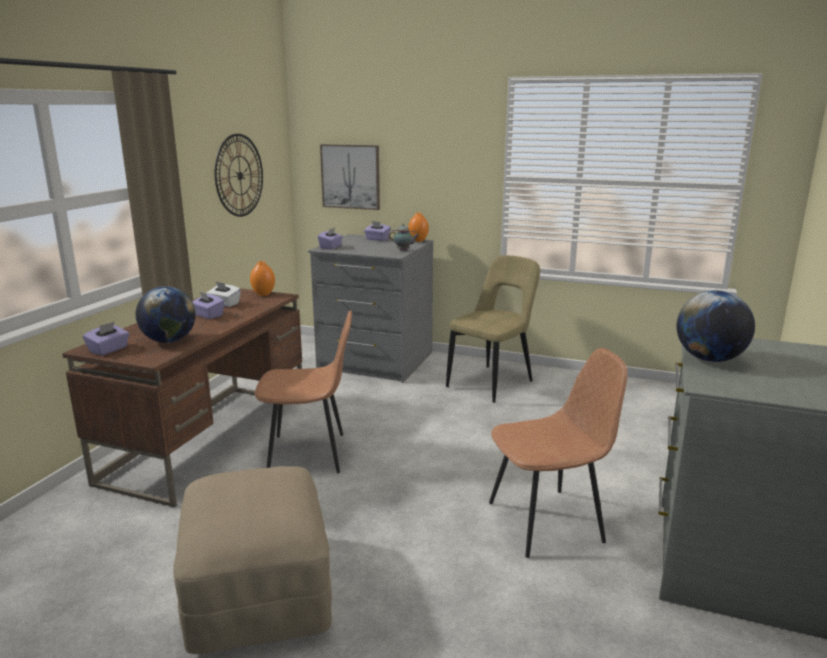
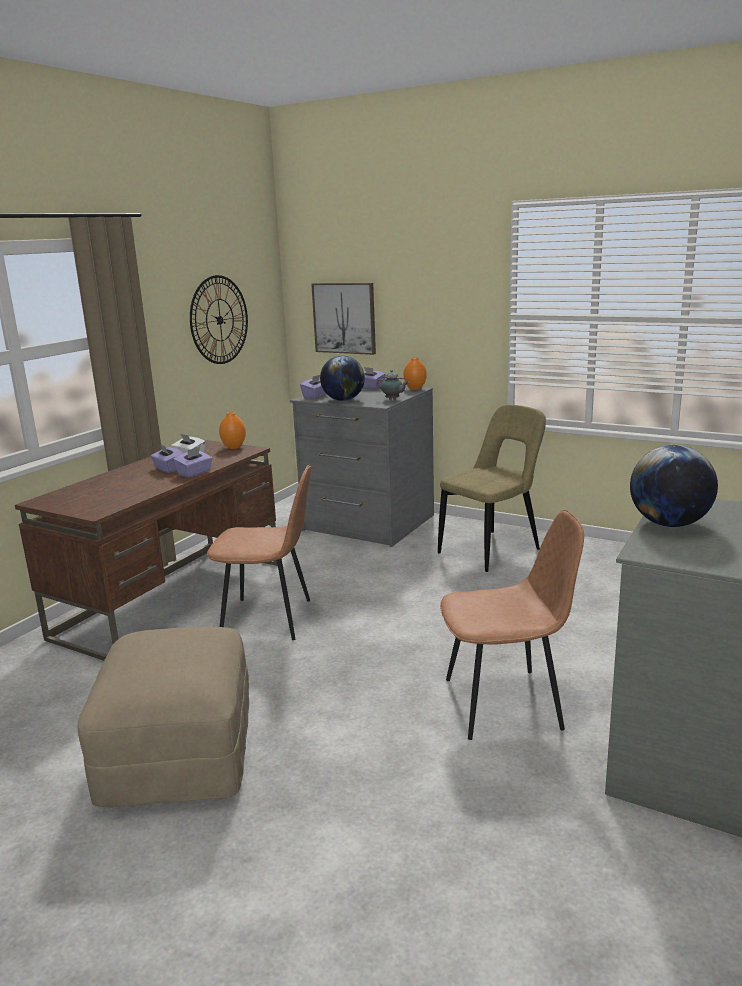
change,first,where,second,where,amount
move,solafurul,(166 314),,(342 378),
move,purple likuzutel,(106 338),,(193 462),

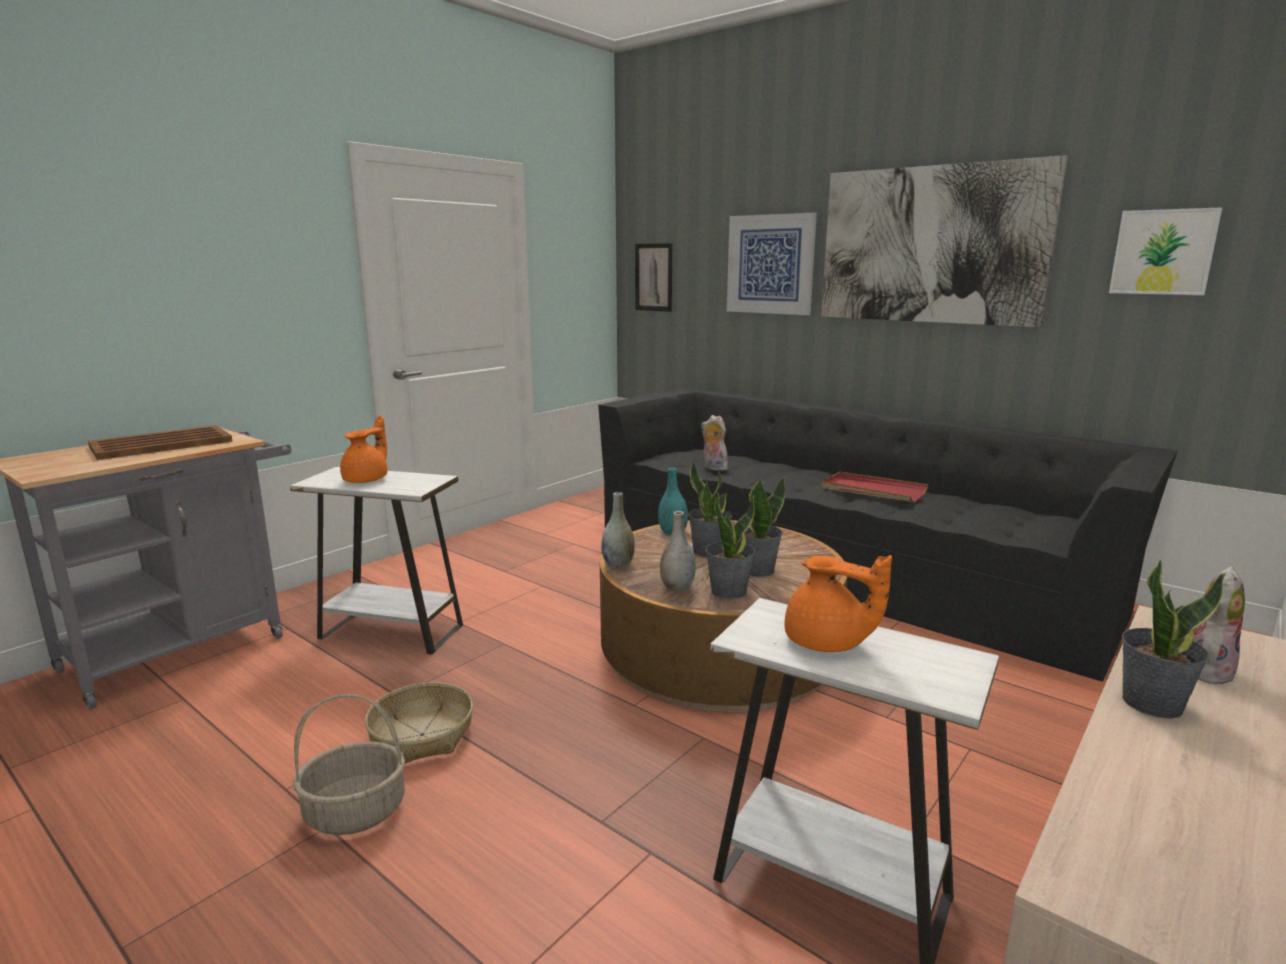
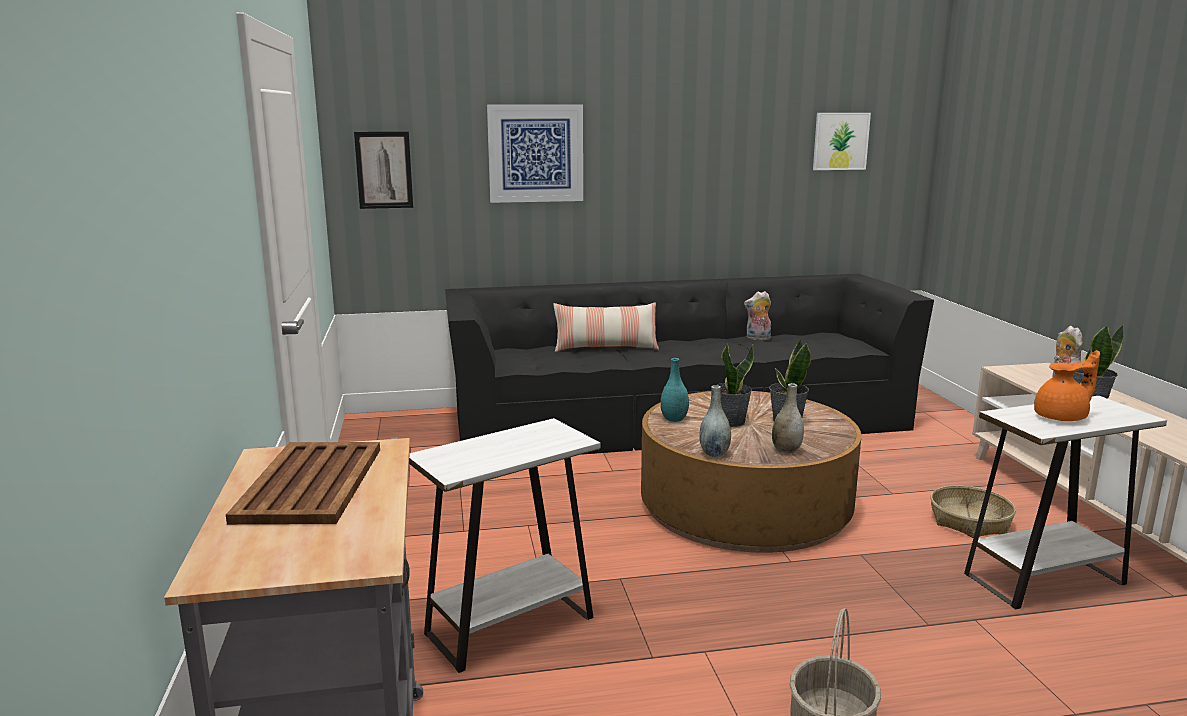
change,first,where,second,where,amount
delete,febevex,(944 241),,,
delete,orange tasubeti,(364 449),,,
move,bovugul,(714 443),,(757 315),
delete,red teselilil,(875 487),,,
delete,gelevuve,(730 546),,,
move,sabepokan,(419 723),,(973 511),
insert,,,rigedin,(606 327),

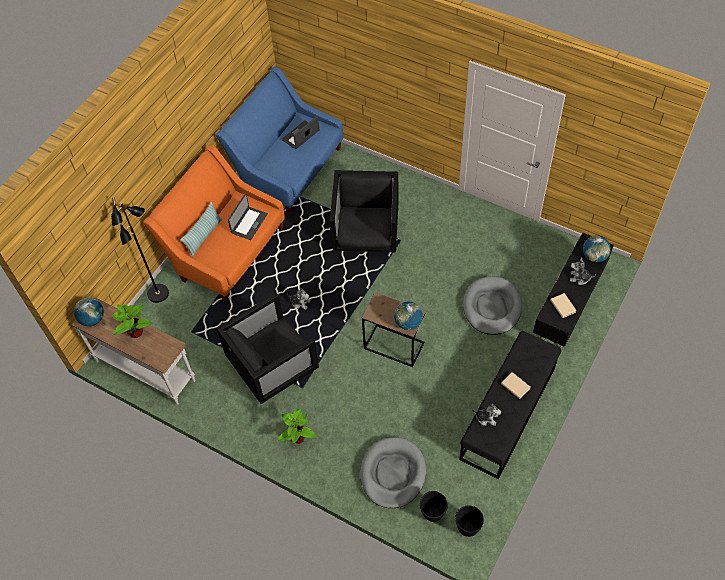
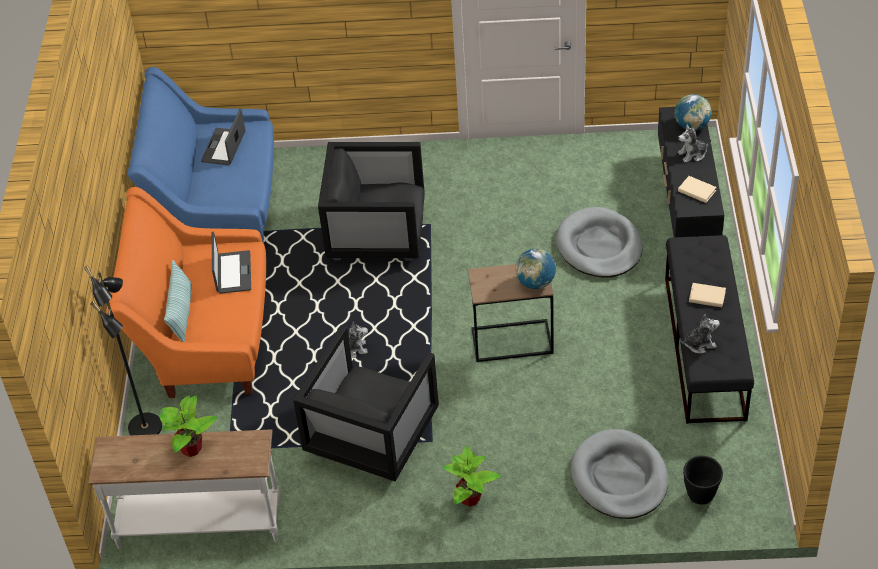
change,first,where,second,where,amount
rotate,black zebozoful,(364 211),,(371 201),60 degrees counterclockwise
delete,solafurul,(89 312),,,
delete,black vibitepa,(469 521),,,

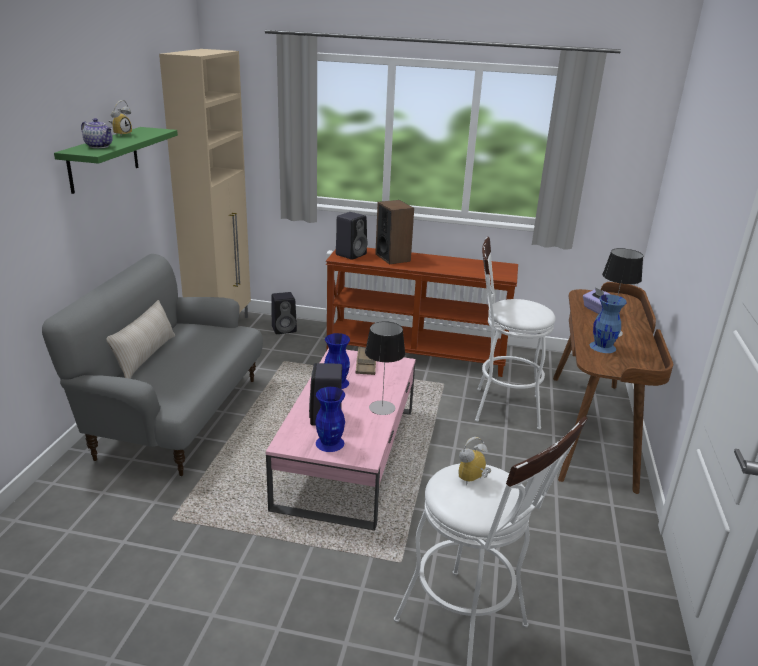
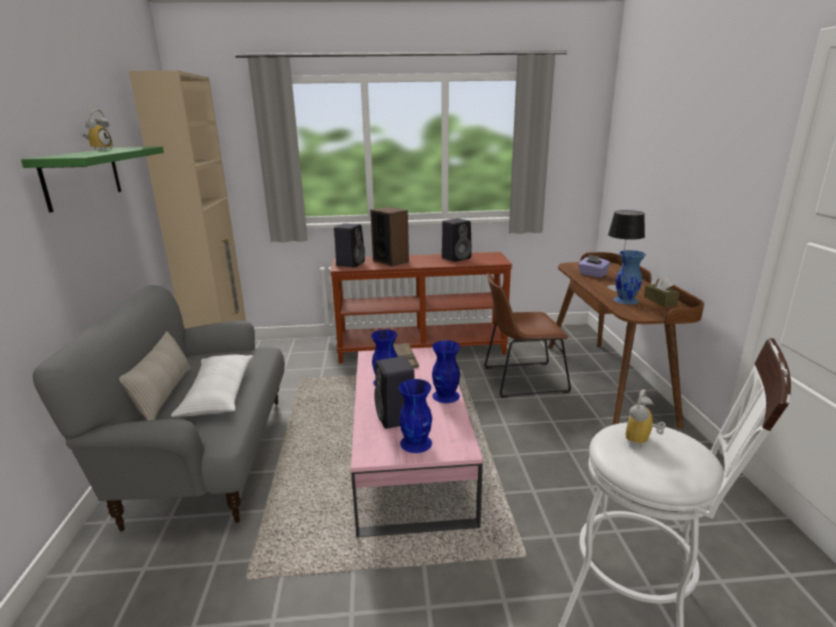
change,first,where,second,where,amount
delete,tasubeti,(97 133),,,
replace,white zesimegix,(515 333),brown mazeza,(527 335),
move,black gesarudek,(284 313),,(457 240),
replace,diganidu,(385 368),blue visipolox,(446 371),
insert,,,brown likuzutel,(662 292),
insert,,,white rigedin,(212 386),

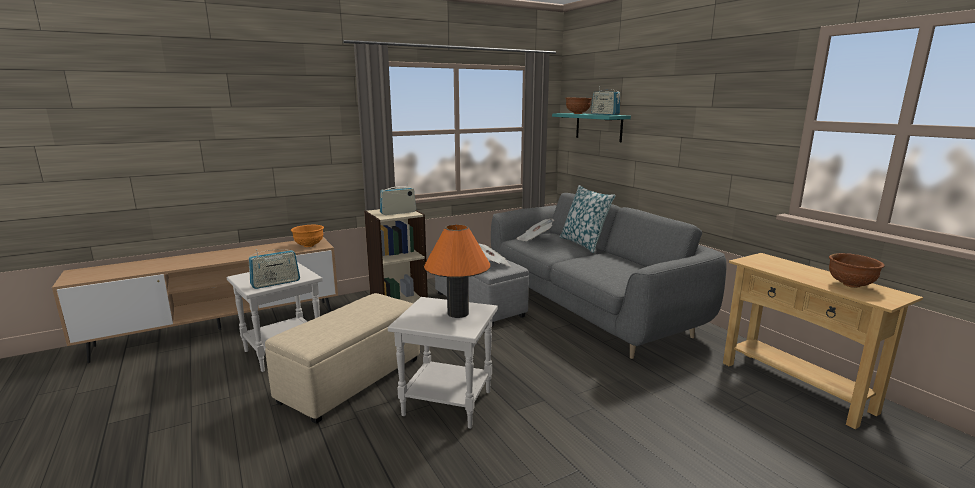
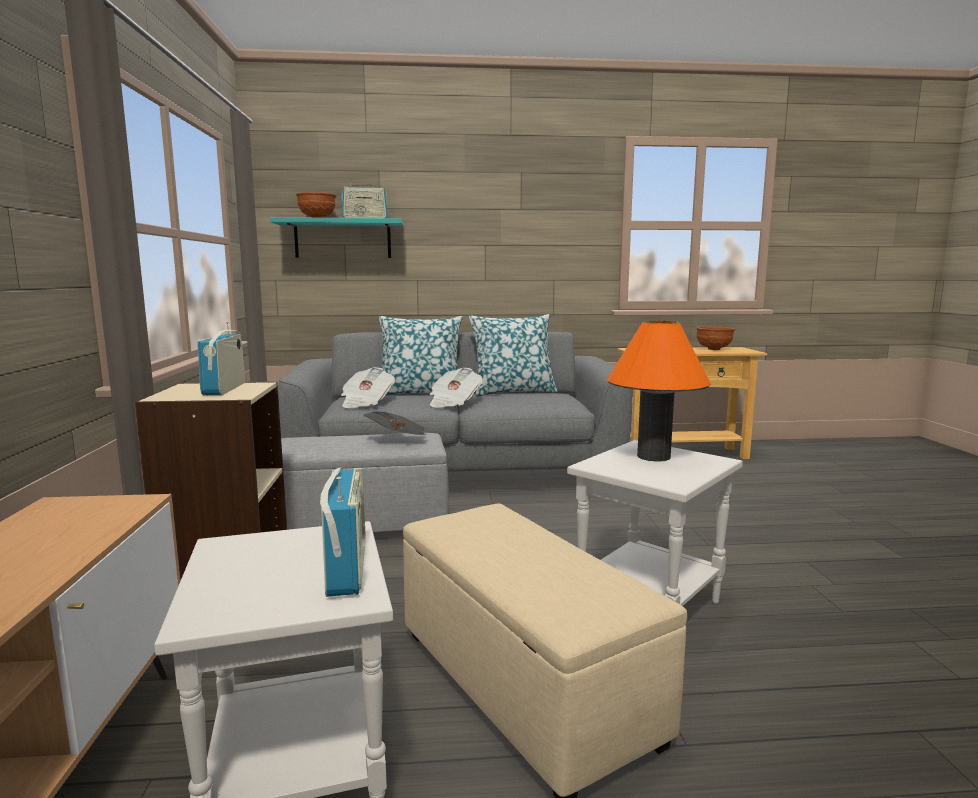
change,first,where,second,where,amount
delete,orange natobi,(307 236),,,
insert,,,rigedin,(513 355),
insert,,,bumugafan,(456 388),

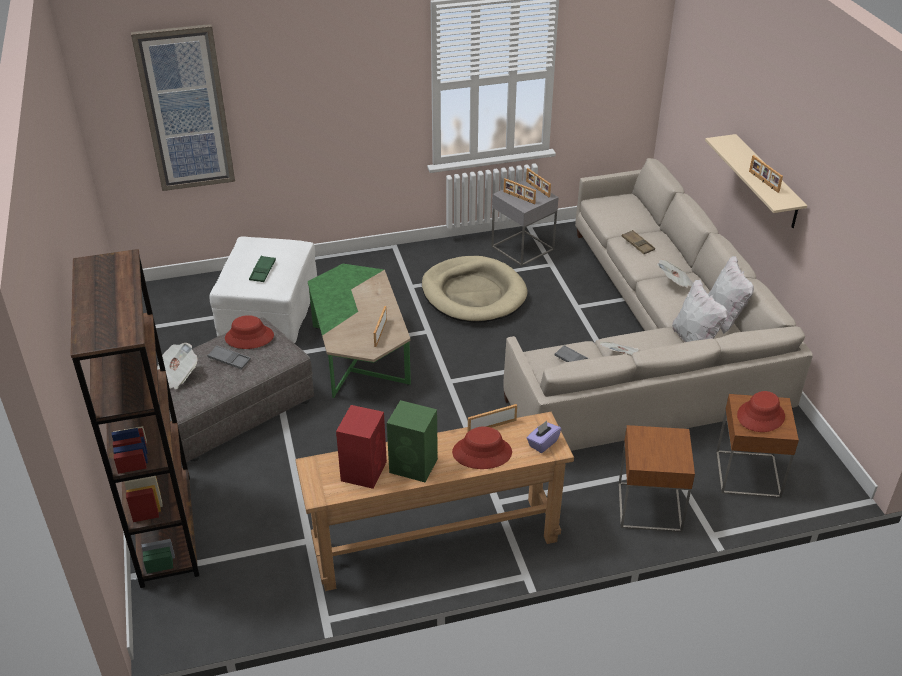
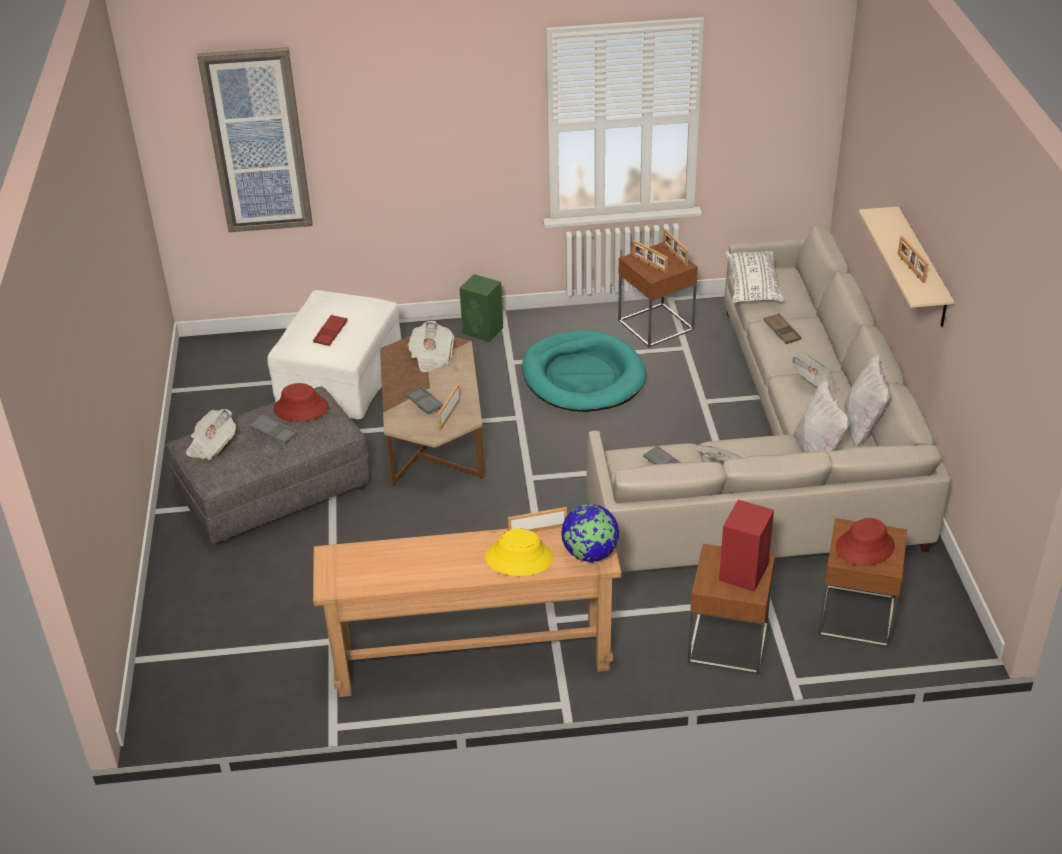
change,first,where,second,where,amount
recolor,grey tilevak,(525 222),brown tilevak,(658 294),
delete,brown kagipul,(134 418),,,
recolor,green teselilil,(262 269),red teselilil,(330 330),
recolor,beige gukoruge,(474 289),turquoise gukoruge,(584 371),
recolor,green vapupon,(359 331),brown vapupon,(432 411),
move,green gesarudek,(412 441),,(481 308),
move,red gesarudek,(361 447),,(746 546),
replace,purple likuzutel,(544 437),solafurul,(590 533),
recolor,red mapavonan,(482 448),yellow mapavonan,(519 552),
insert,,,white rigedin,(755 277),
insert,,,bumugafan,(431 346),
insert,,,grey teselilil,(424 400),

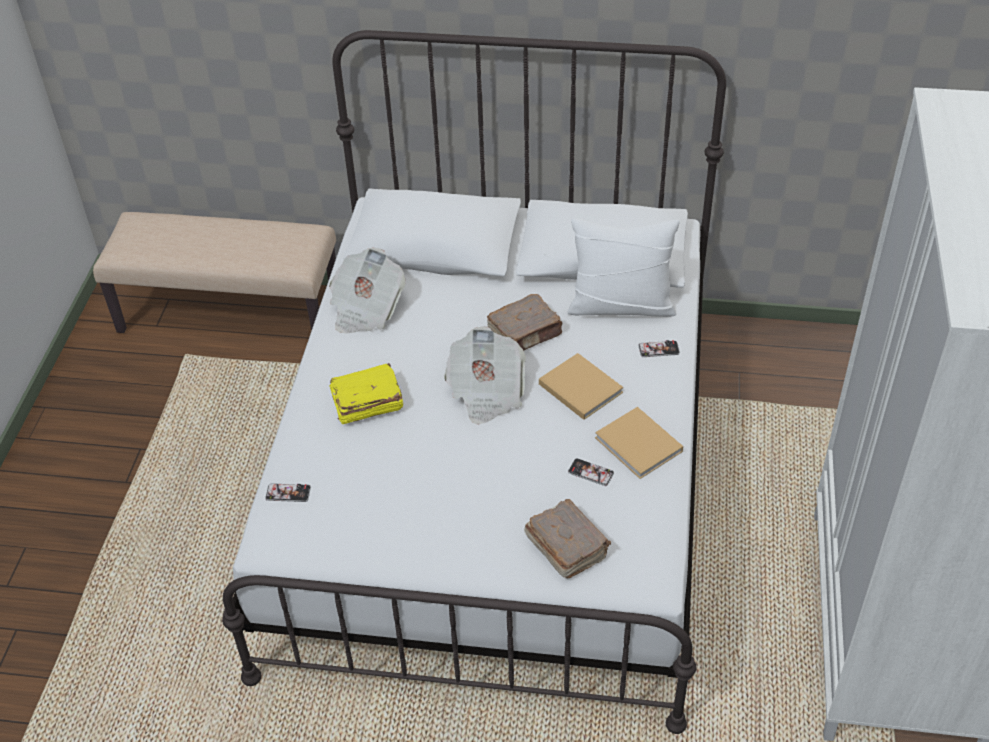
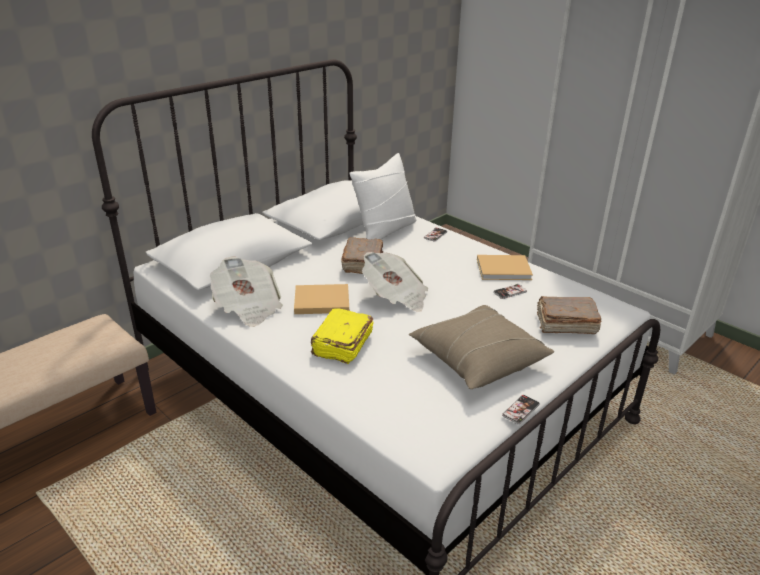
change,first,where,second,where,amount
move,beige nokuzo,(581 386),,(321 299),
move,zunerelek,(288 492),,(521 409),
insert,,,beige rigedin,(481 347),

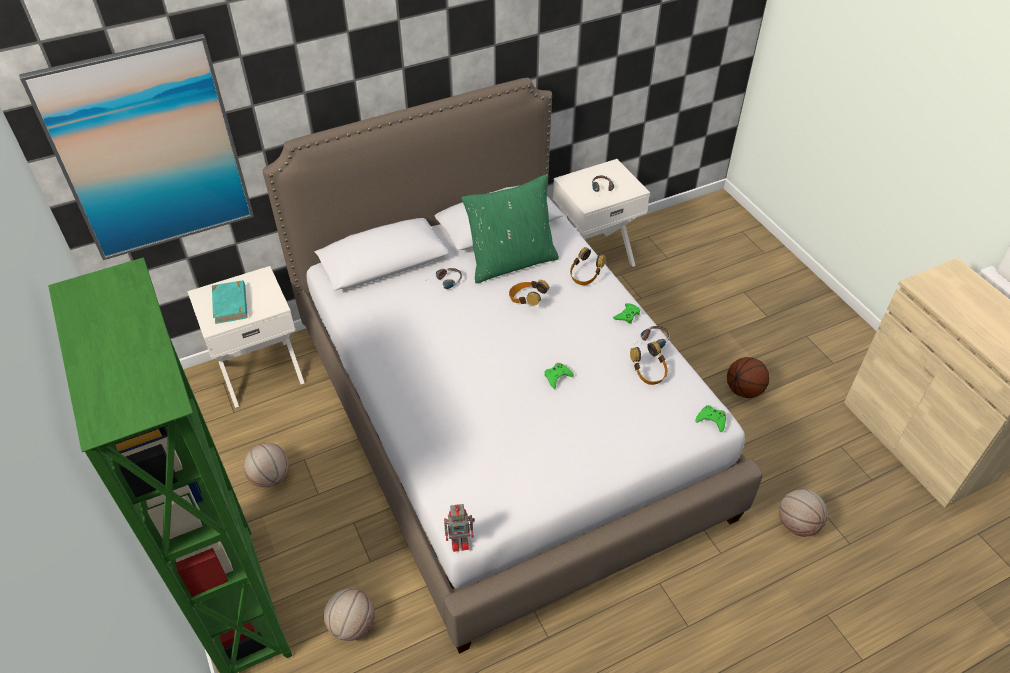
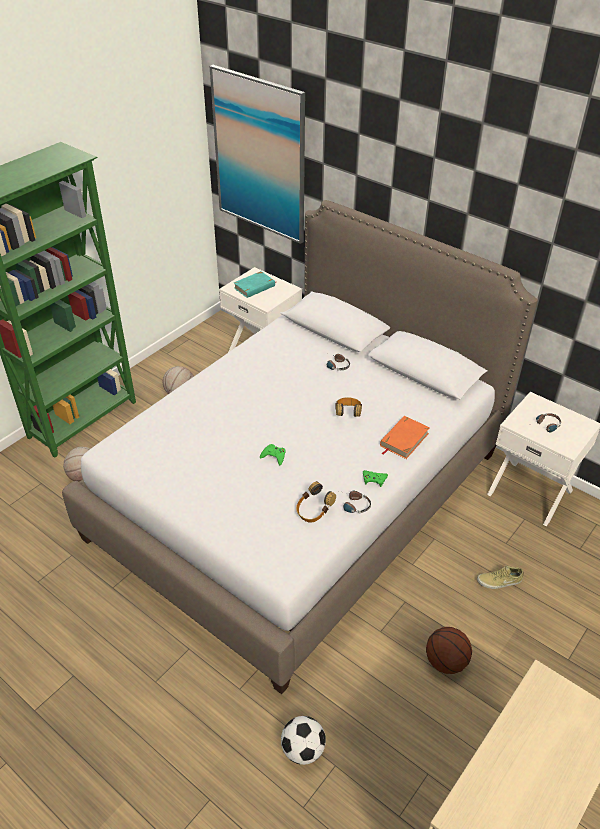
change,first,where,second,where,amount
delete,green rigedin,(510 229),,,
replace,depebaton,(588 266),orange nokuzo,(405 437),
delete,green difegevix,(711 418),,,
replace,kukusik,(803 513),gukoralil,(303 740),
delete,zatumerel,(459 528),,,
insert,,,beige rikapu,(500 577),

